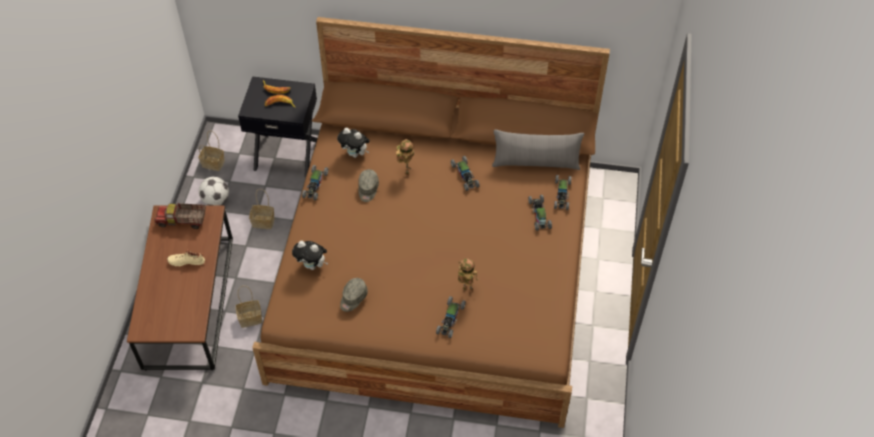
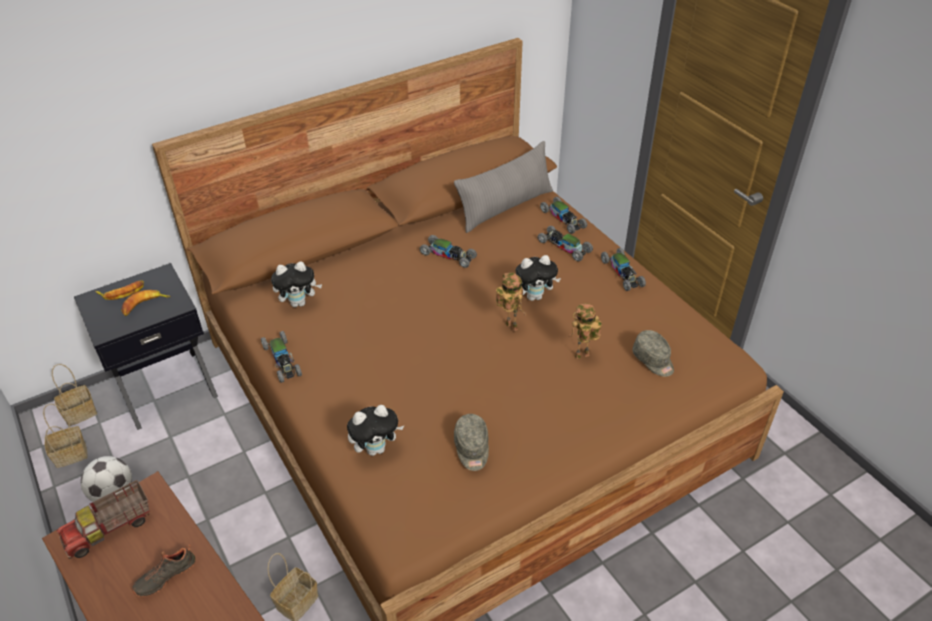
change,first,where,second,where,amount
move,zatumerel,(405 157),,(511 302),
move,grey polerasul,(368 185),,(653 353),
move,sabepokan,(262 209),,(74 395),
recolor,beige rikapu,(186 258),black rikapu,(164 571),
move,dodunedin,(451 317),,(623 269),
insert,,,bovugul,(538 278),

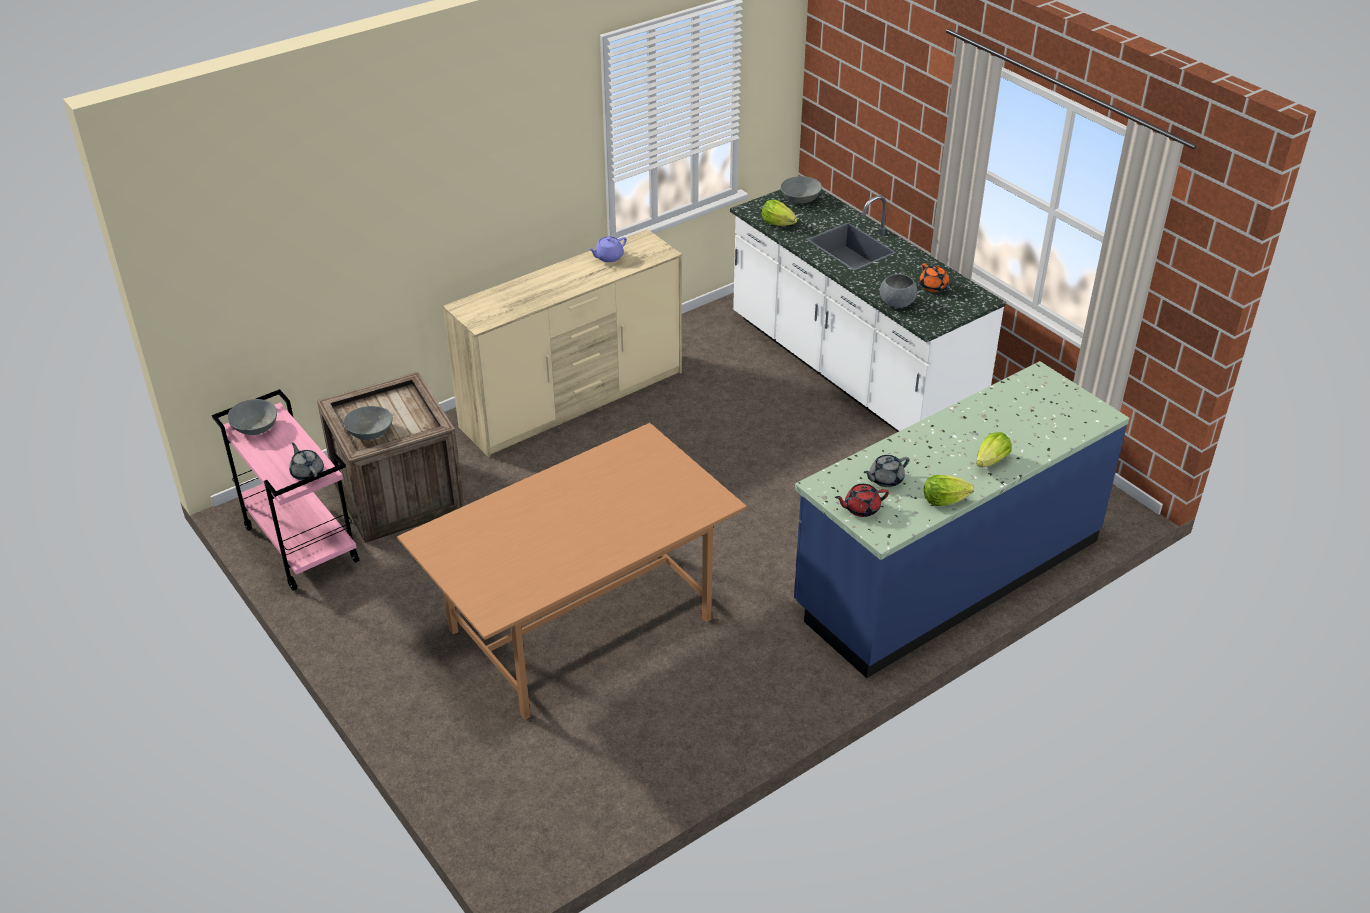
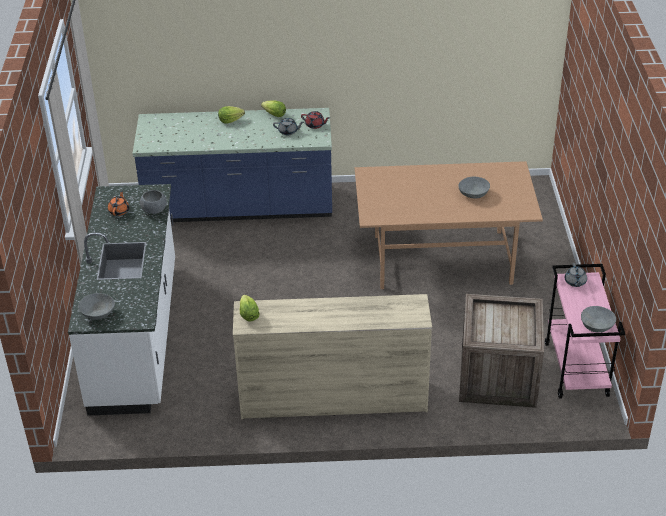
change,first,where,second,where,amount
move,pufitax,(780 212),,(250 308),
delete,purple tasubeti,(608 249),,,
move,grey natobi,(368 423),,(474 187),

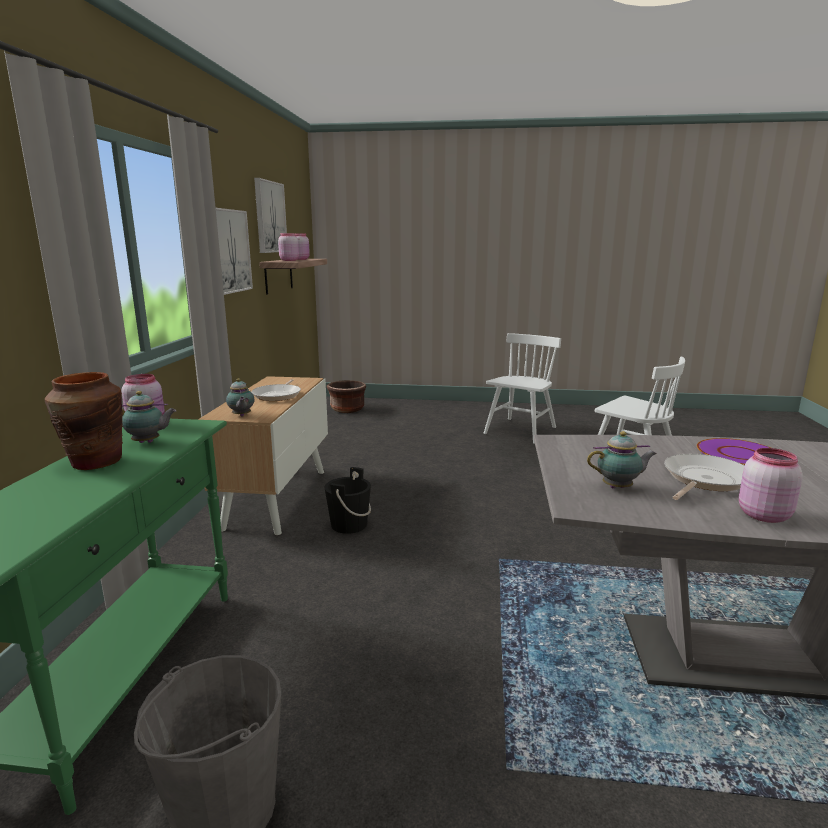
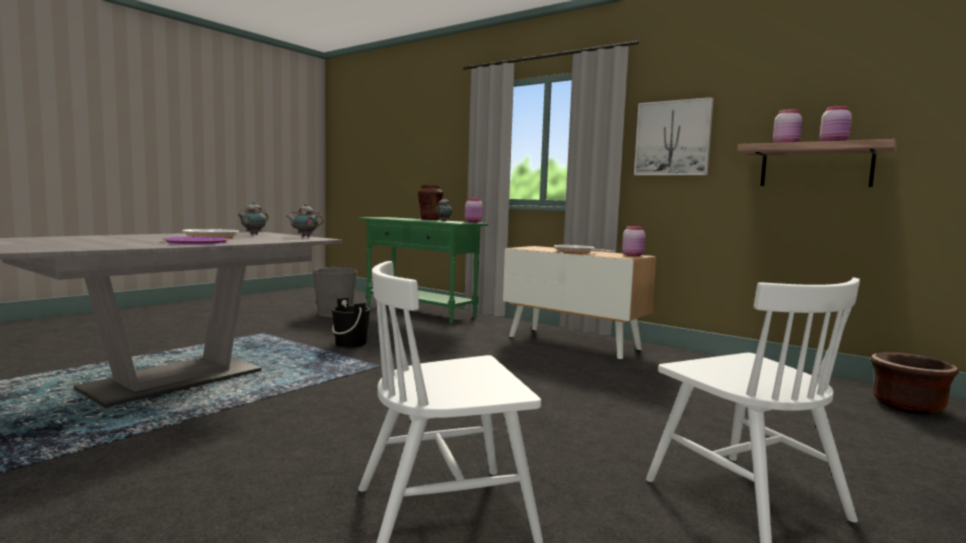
change,first,where,second,where,amount
delete,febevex,(270 215),,,
move,tasubeti,(240 398),,(305 220),
move,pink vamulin,(771 485),,(633 241),
move,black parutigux,(348 500),,(351 322),

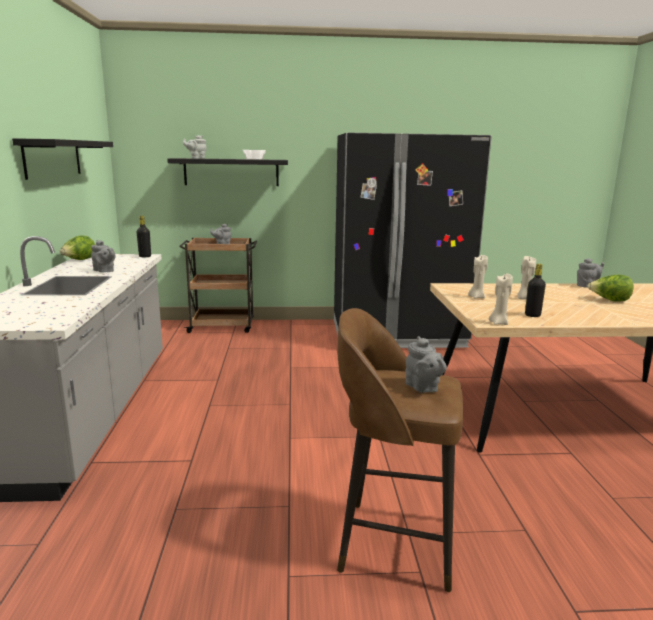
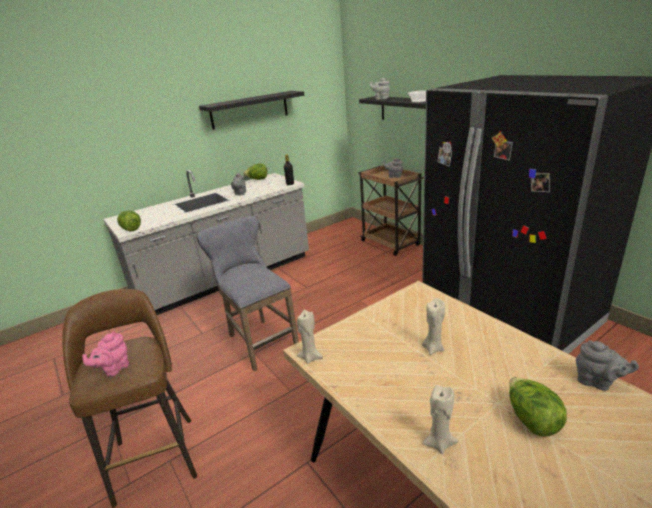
change,first,where,second,where,amount
move,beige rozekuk,(478 277),,(440 419),
delete,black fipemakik,(535 290),,,
recolor,grey tasubeti,(426 364),pink tasubeti,(105 354),
insert,,,pufitax,(129 220),
insert,,,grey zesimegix,(247 293),

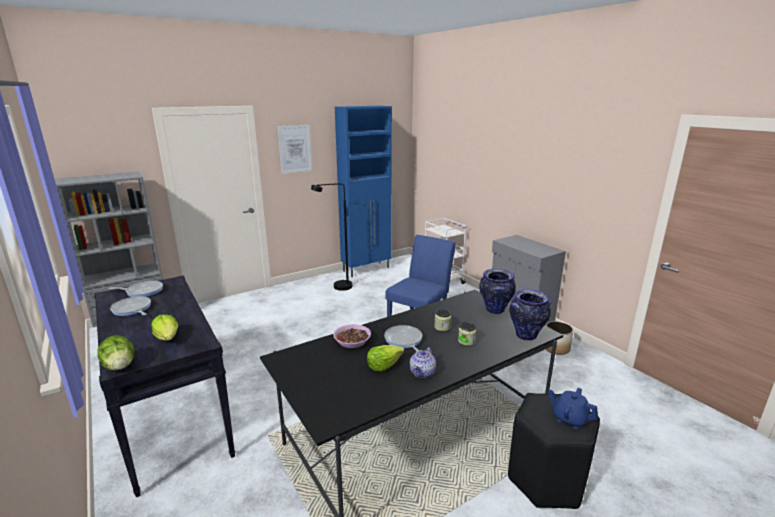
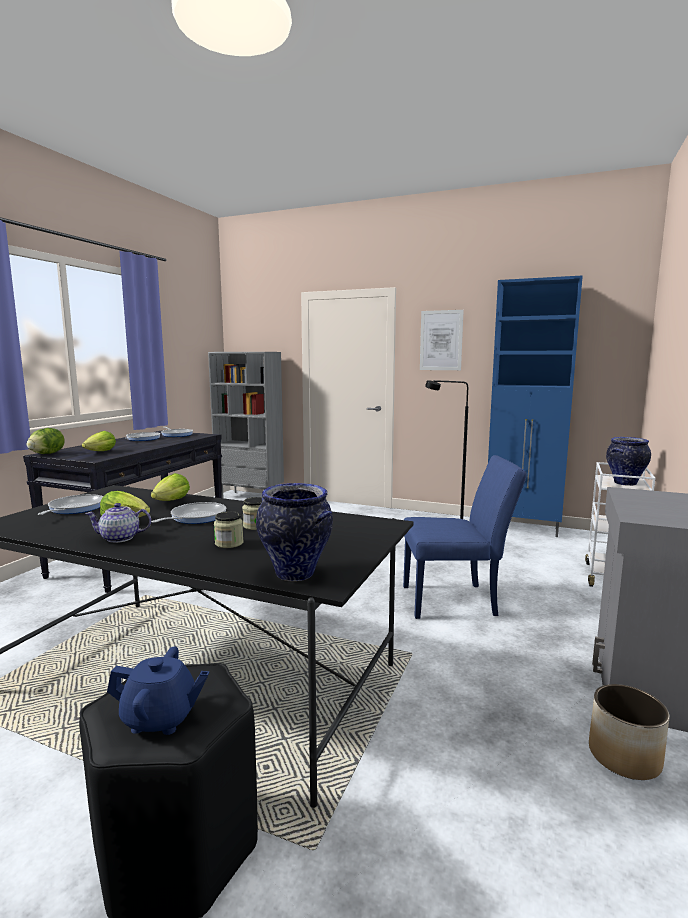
change,first,where,second,where,amount
move,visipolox,(497 291),,(628 461),
replace,natobi,(352 336),pufitax,(170 487),
rotate,blue tasubeti,(573 408),,(158 691),90 degrees clockwise
insert,,,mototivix,(70 504),

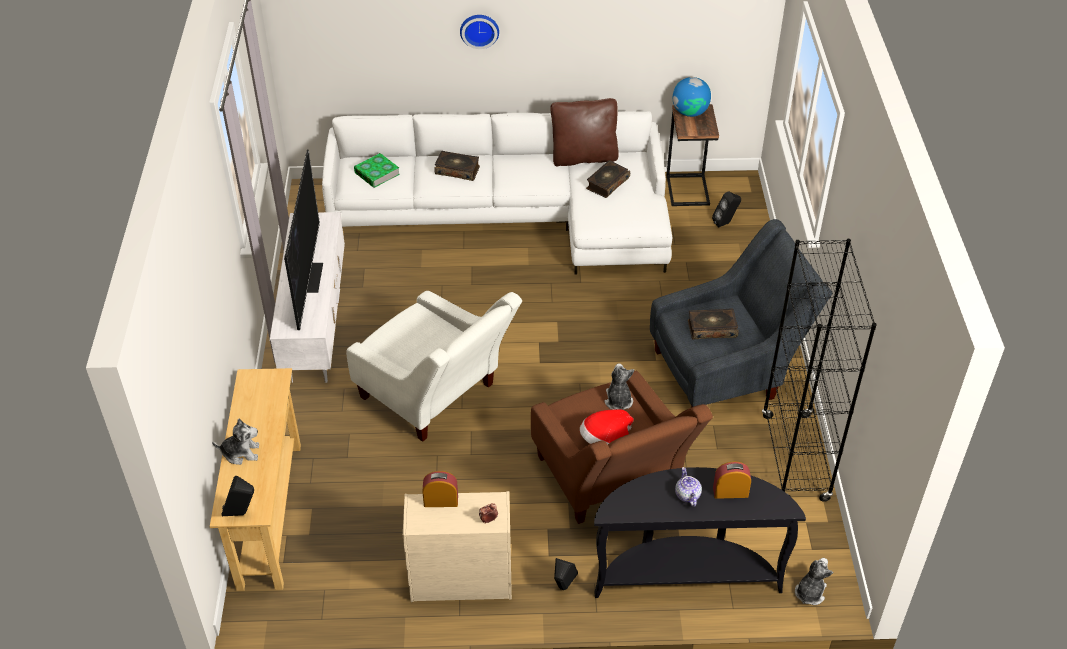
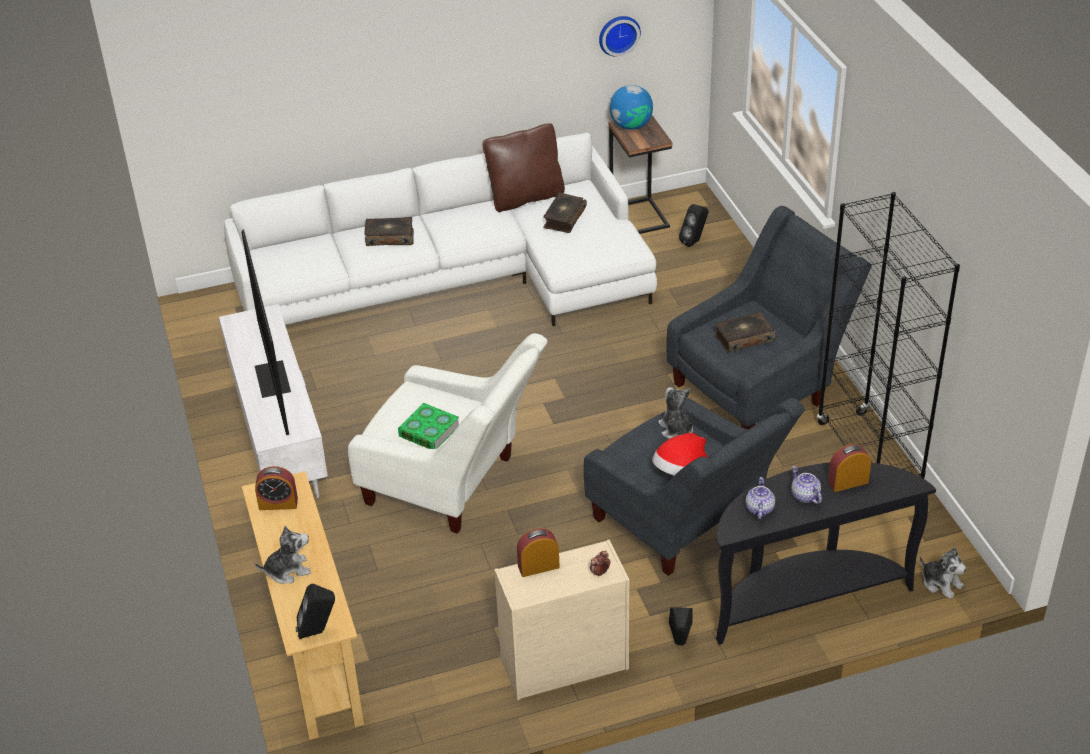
change,first,where,second,where,amount
move,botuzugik,(479 32),,(620 36),
move,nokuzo,(377 170),,(428 426),
recolor,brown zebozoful,(622 447),grey zebozoful,(694 486),
rotate,bovugul,(814 581),,(943 573),120 degrees clockwise
insert,,,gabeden,(276 488),
insert,,,tasubeti,(760 498),

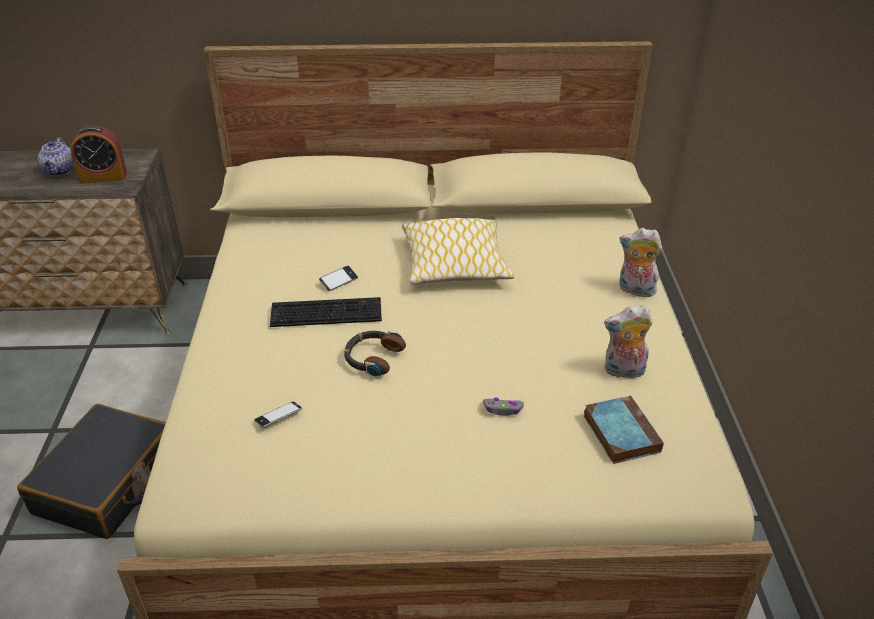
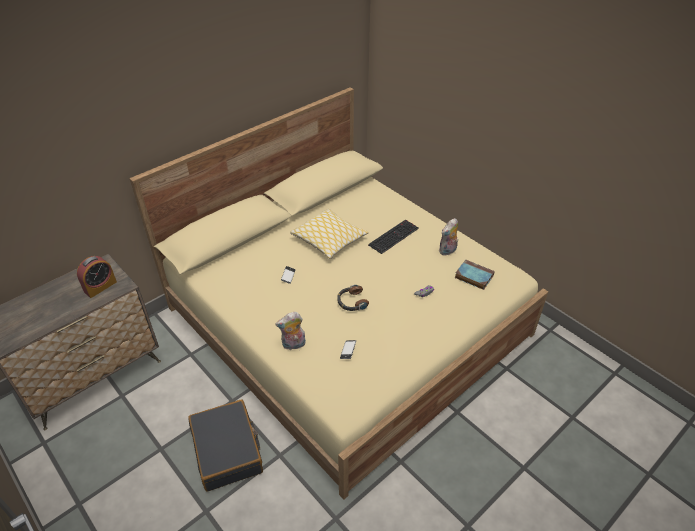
change,first,where,second,where,amount
delete,tasubeti,(56 156),,,
move,bovugul,(640 262),,(290 331),
move,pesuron,(326 312),,(393 236),

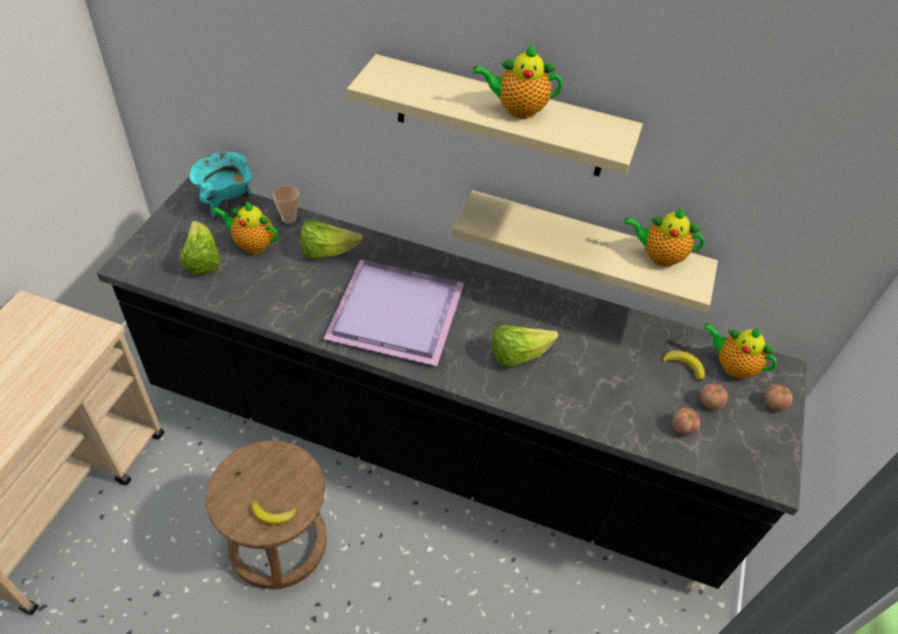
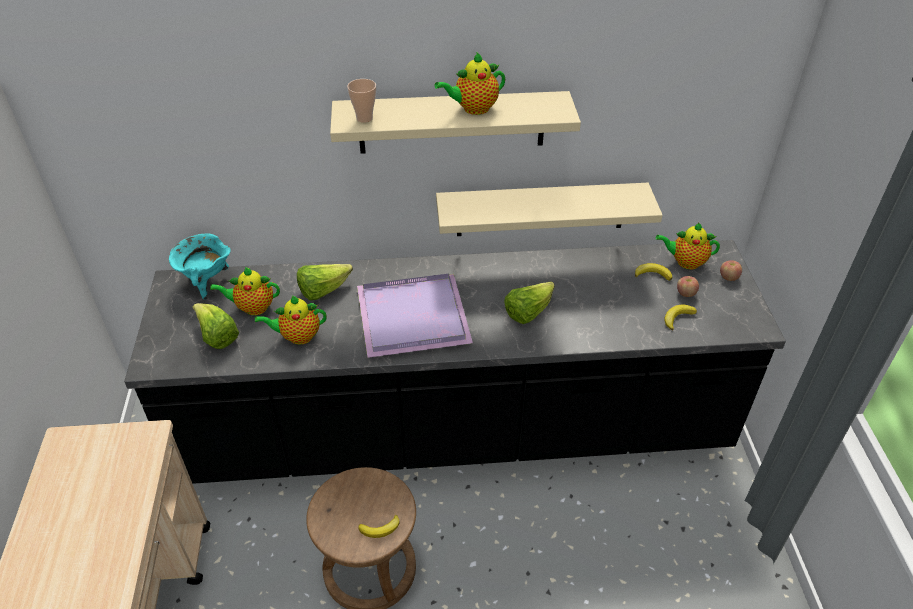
change,first,where,second,where,amount
move,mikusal,(286 204),,(361 101),
move,tasubeti,(664 237),,(291 320),
replace,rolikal,(687 421),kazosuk,(680 317),

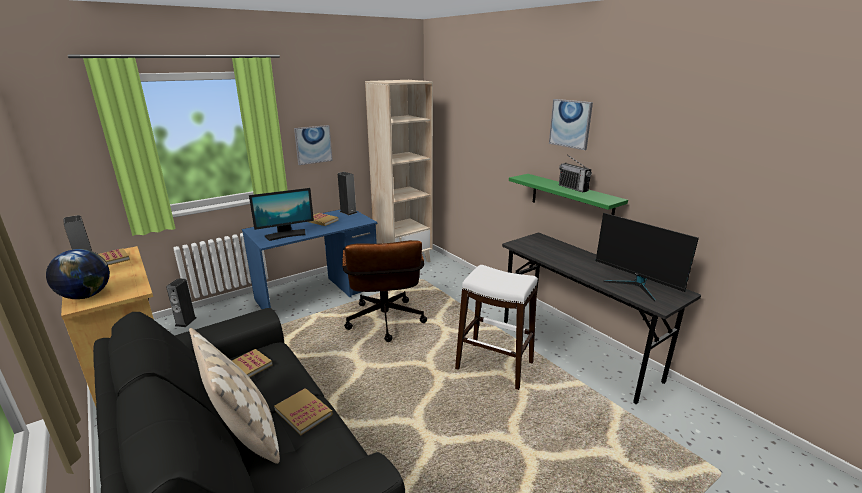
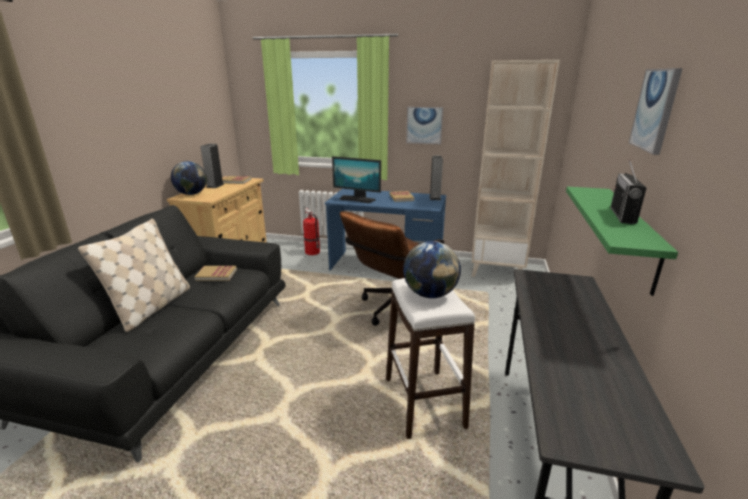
change,first,where,second,where,amount
delete,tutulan,(647 257),,,
delete,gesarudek,(181 302),,,
delete,nokuzo,(303 411),,,
insert,,,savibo,(311 231),
insert,,,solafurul,(432 269),

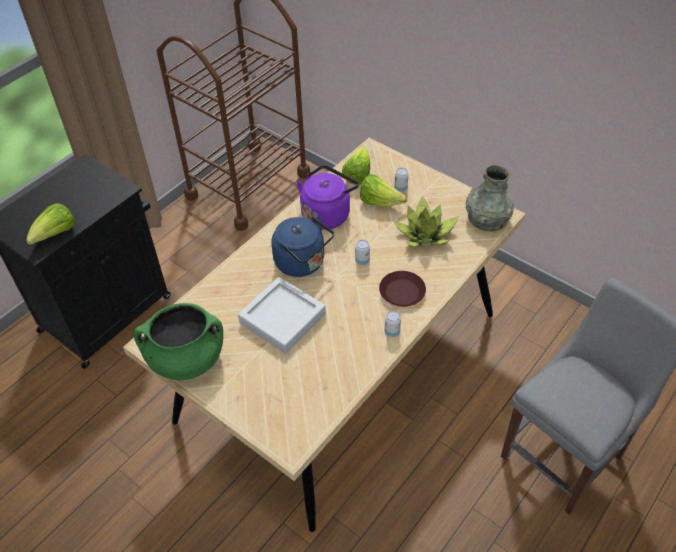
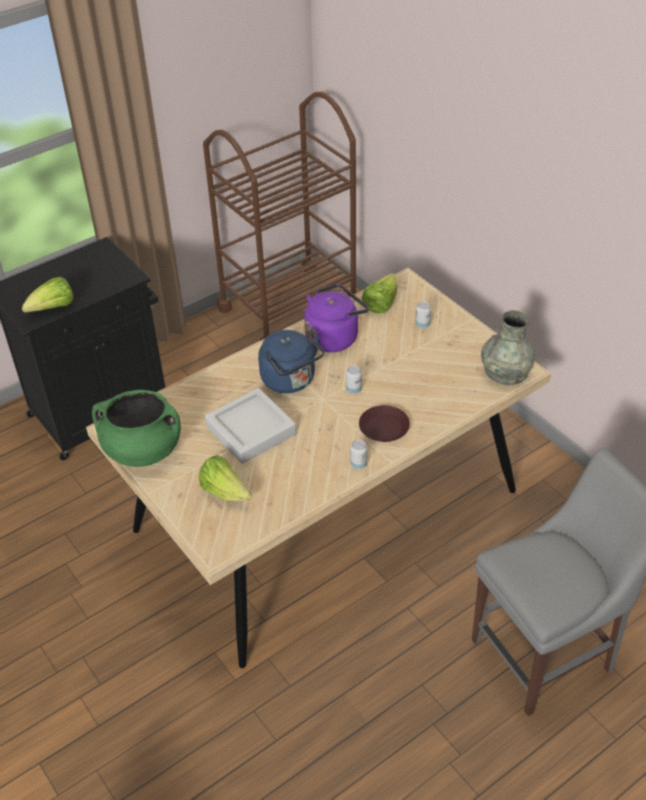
change,first,where,second,where,amount
move,pufitax,(383 190),,(225 478),
delete,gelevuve,(426 221),,,

